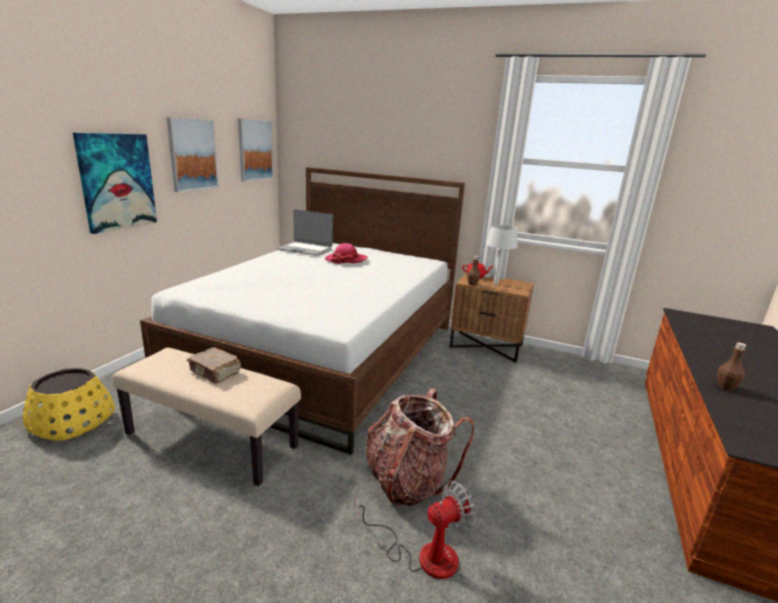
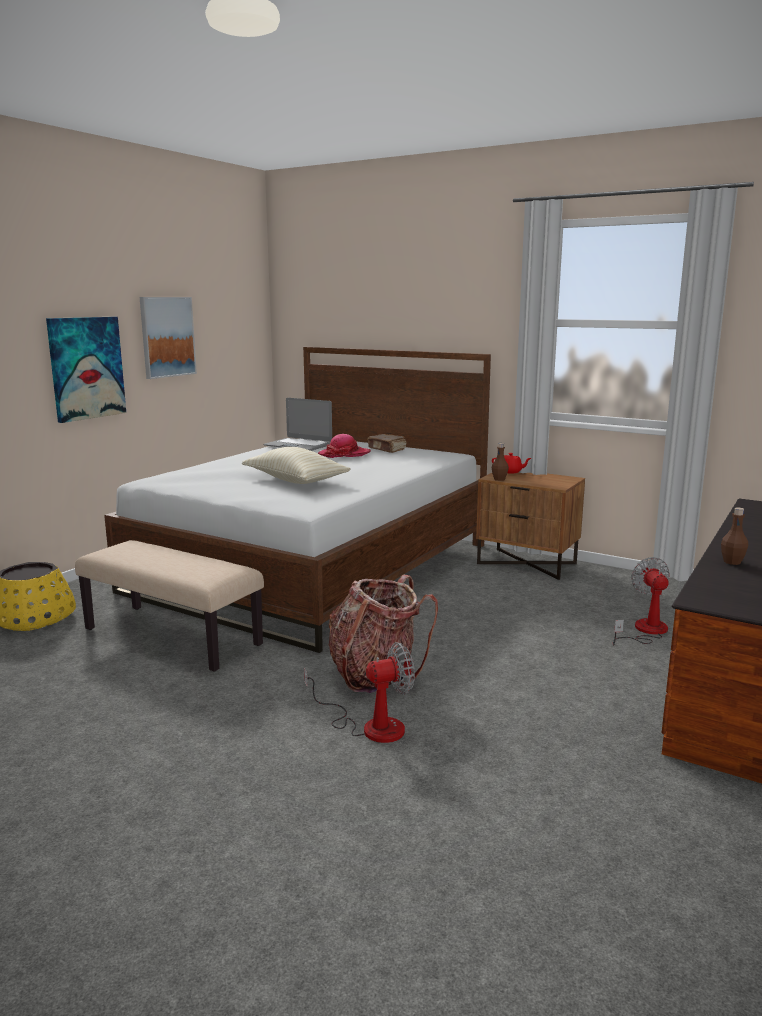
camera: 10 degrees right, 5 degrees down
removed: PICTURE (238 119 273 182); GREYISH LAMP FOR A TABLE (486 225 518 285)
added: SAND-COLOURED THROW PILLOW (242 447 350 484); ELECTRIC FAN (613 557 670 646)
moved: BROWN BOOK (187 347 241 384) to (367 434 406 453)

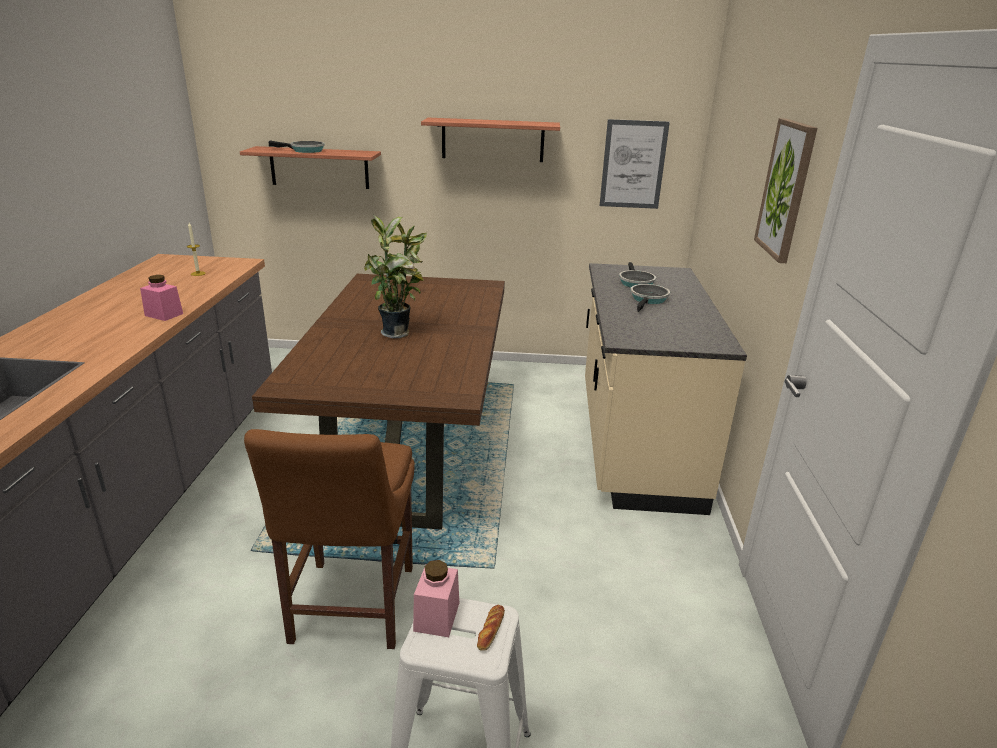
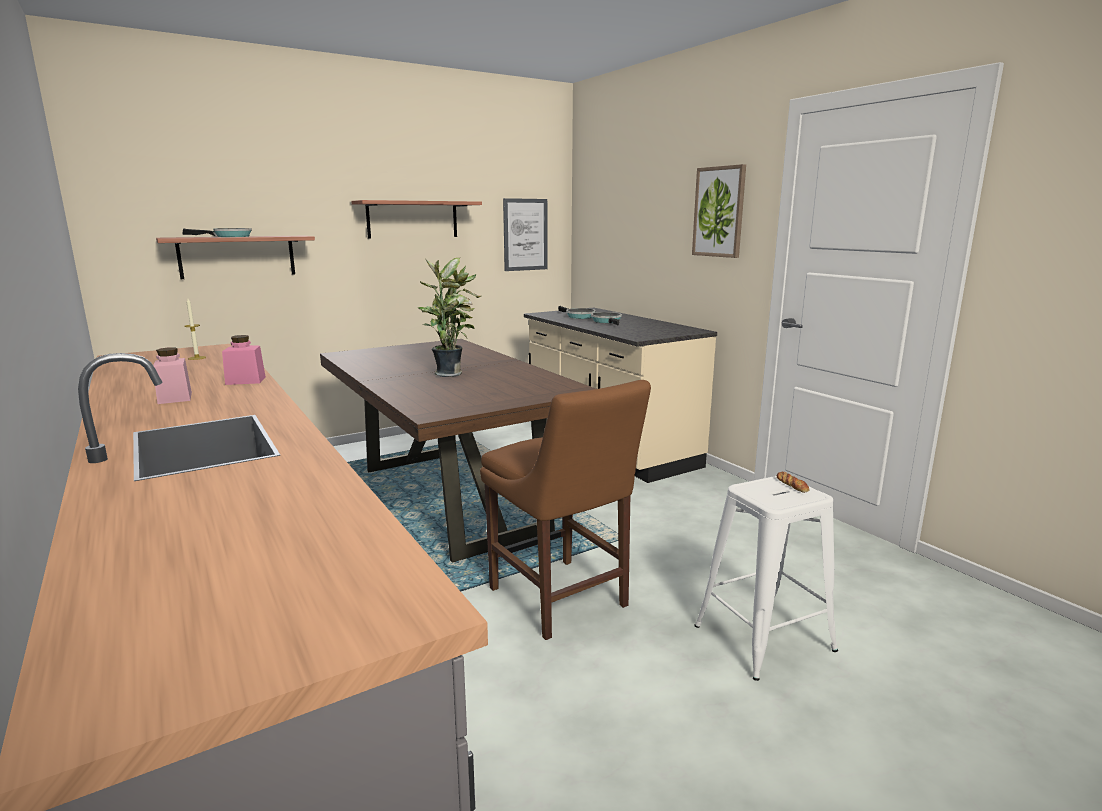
camera: 35 degrees left, 10 degrees down
moved: PINK JAR (413 560 459 637) to (153 347 192 404)

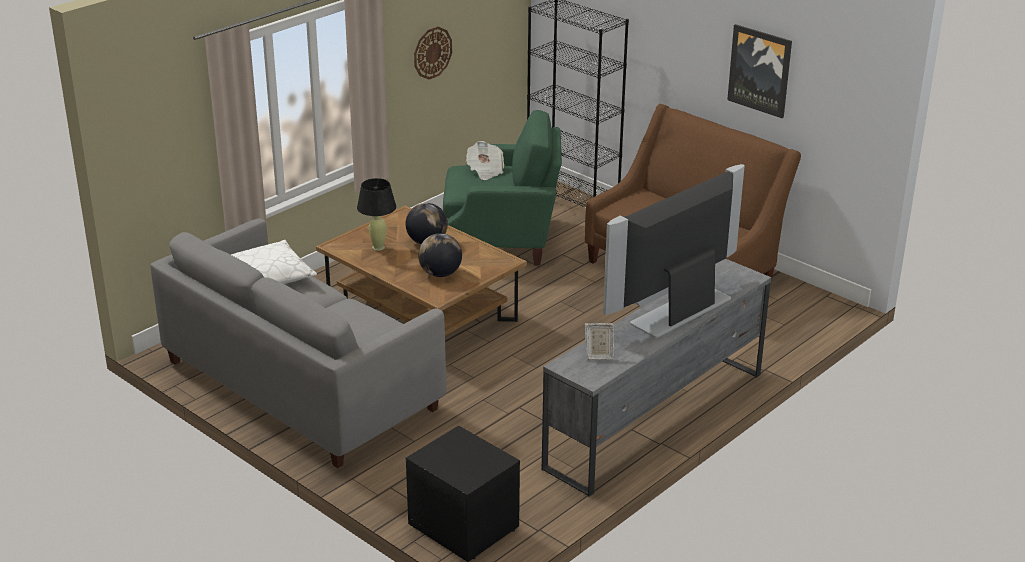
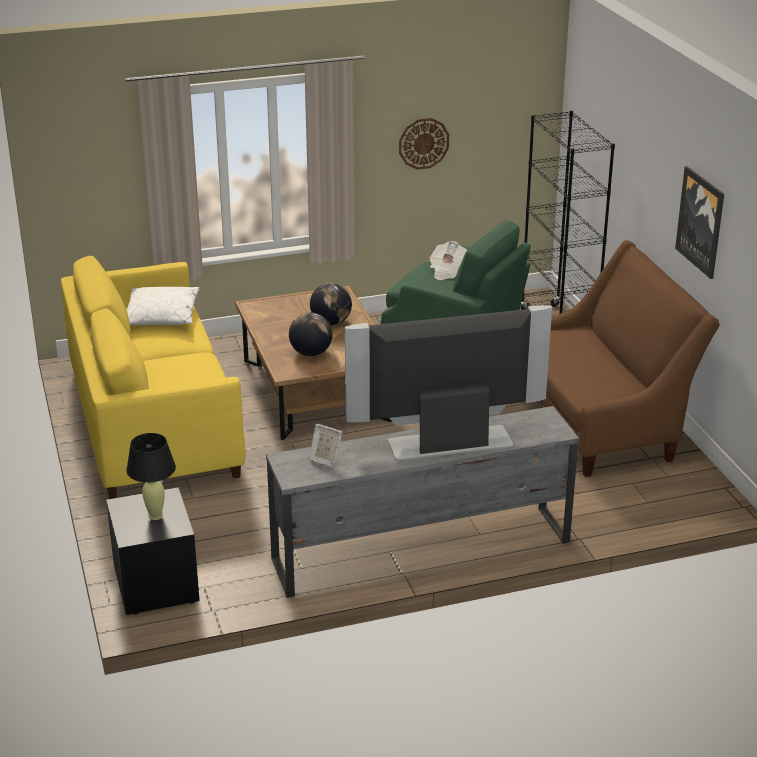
camera: 30 degrees right, 0 degrees up
moved: BLACK LAMP FOR A TABLE (357 178 396 251) to (126 433 176 520)
recoloured: GREYISH COUCH (150 218 446 468) to YELLOW COUCH (61 256 246 499)

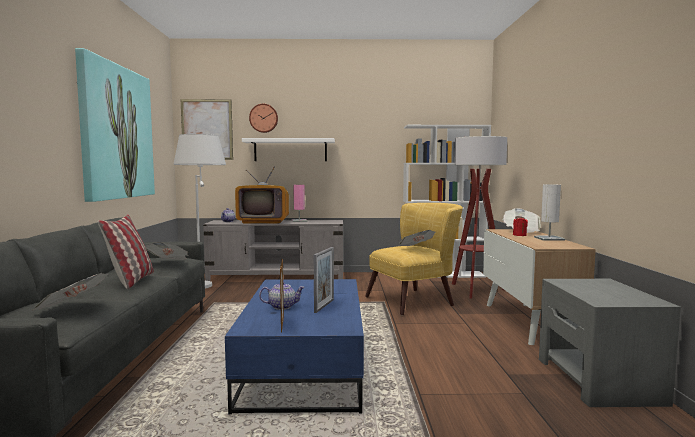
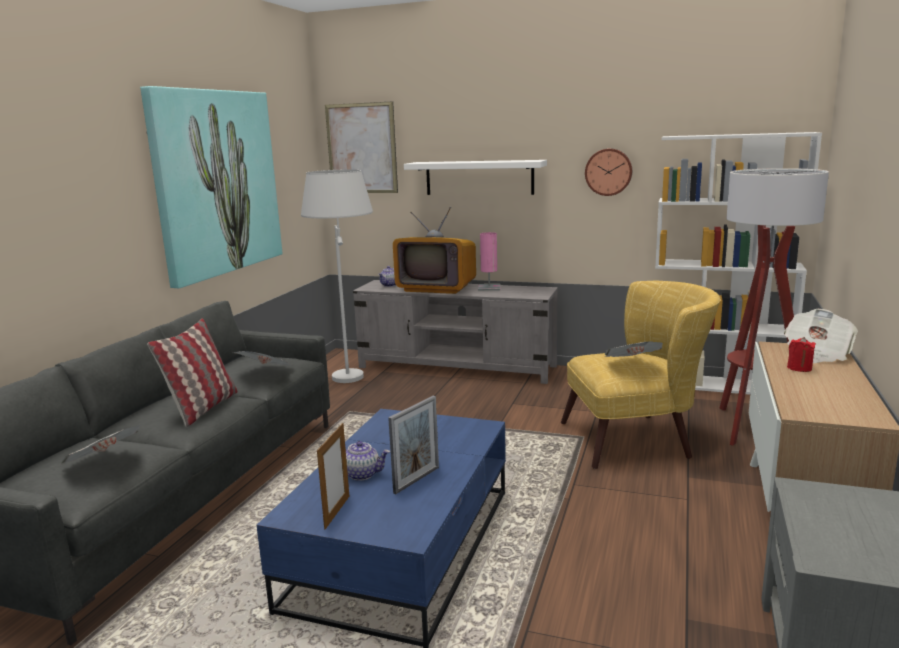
camera: 20 degrees right, 10 degrees up
removed: WHITE-COLOURED LAMP FOR A TABLE (534 184 565 241)
moved: WALL CLOCK (249 104 278 133) to (585 149 632 196)

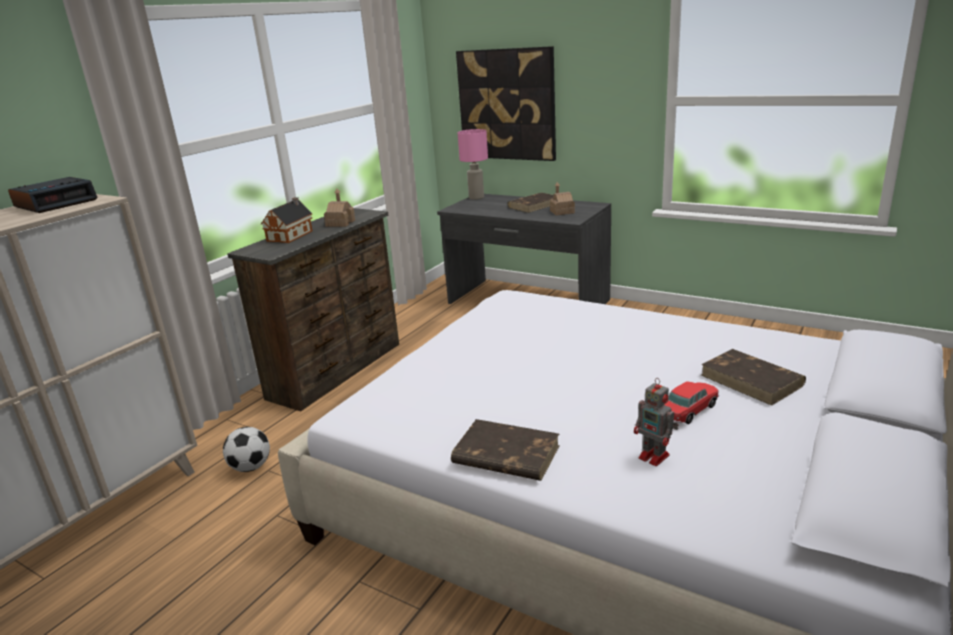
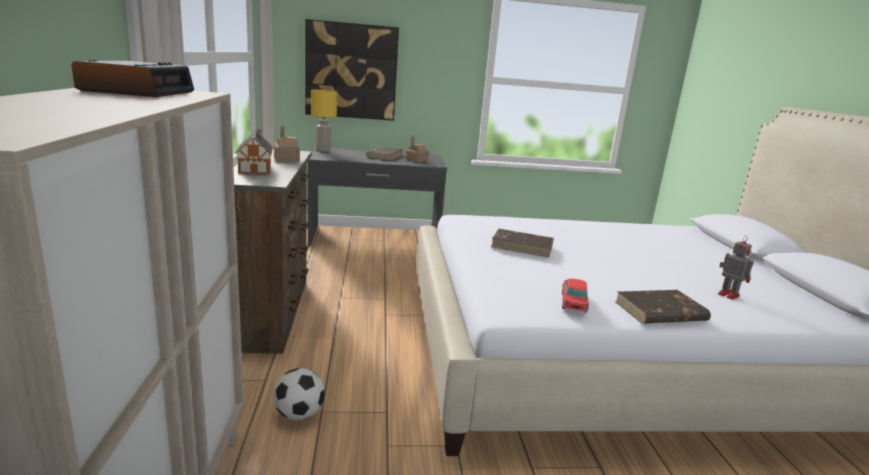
camera: 40 degrees left, 5 degrees down
moved: BROWN BOOK (701 349 806 406) to (491 229 554 257); TOY CAR (664 381 719 424) to (562 279 589 313)
recoloured: PINK LAMP FOR A TABLE (457 129 488 200) to YELLOW LAMP FOR A TABLE (311 90 337 152)
turned: MODEL ROBOT (634 378 678 466) = (718 236 754 300) 135 degrees counterclockwise

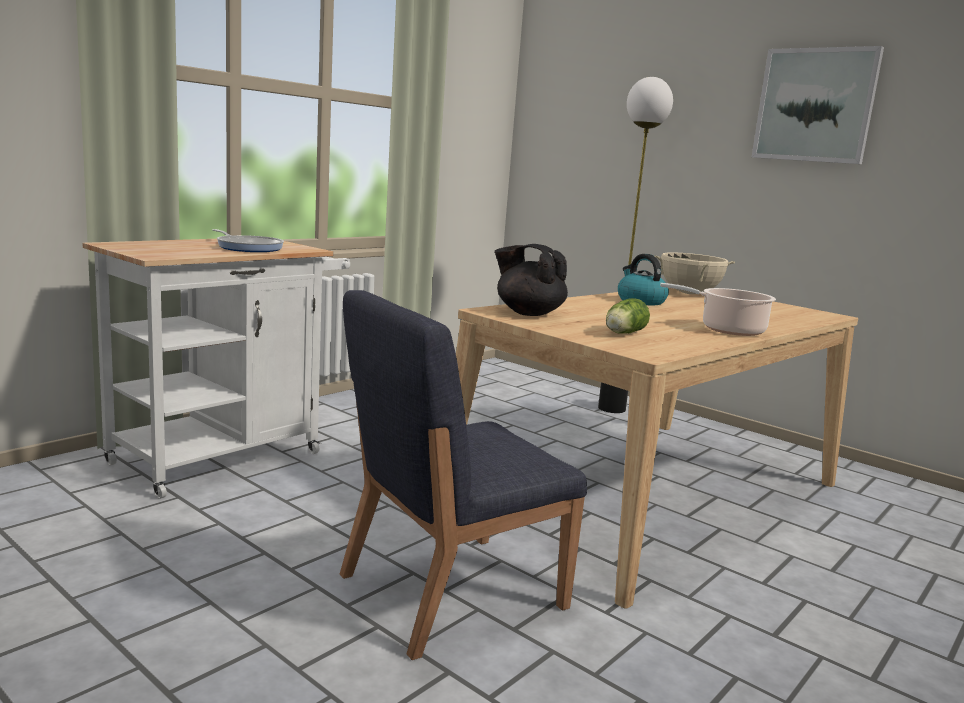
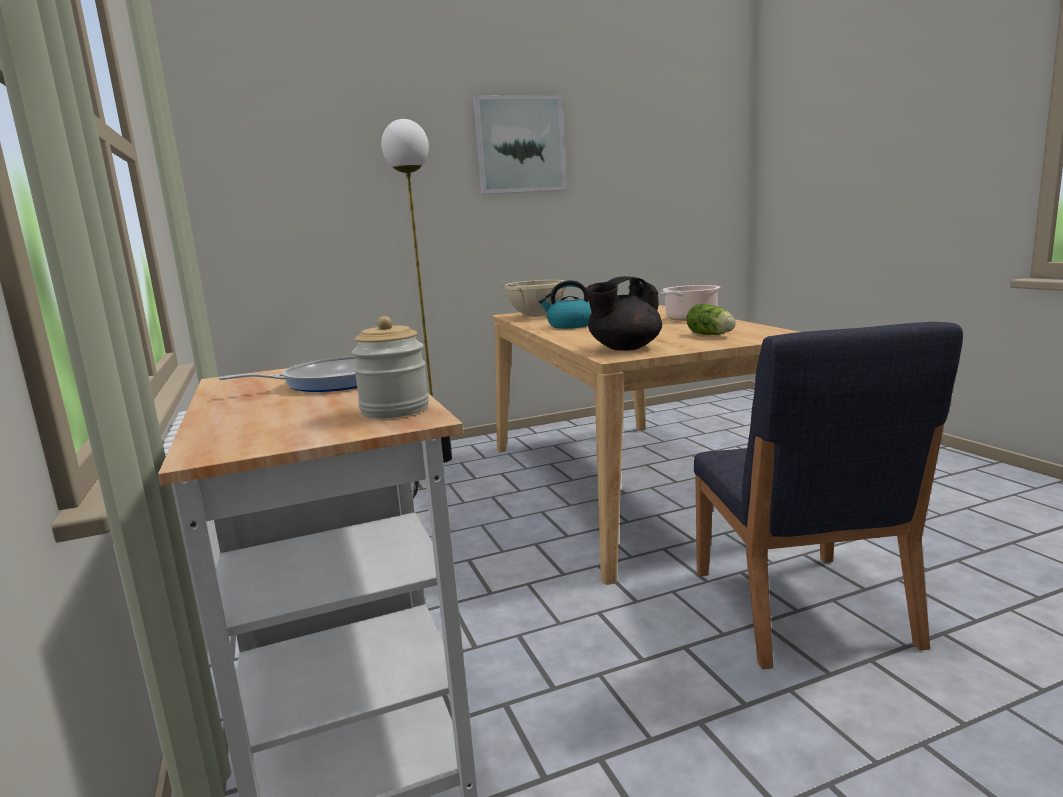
camera: 60 degrees left, 0 degrees up
added: JAR (352 316 429 418)

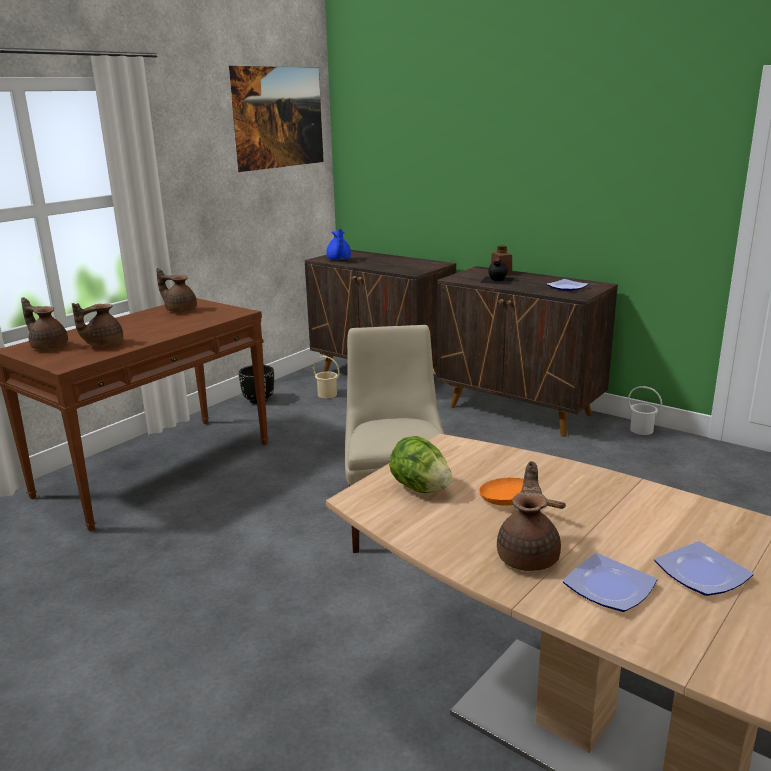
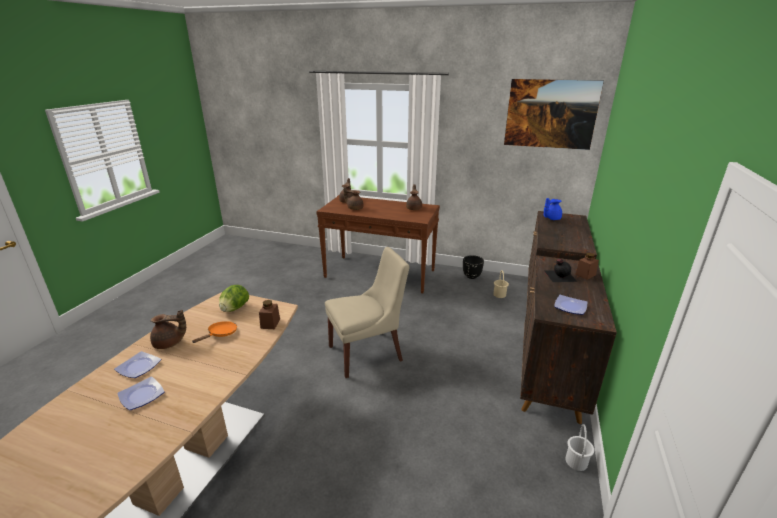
camera: 70 degrees right, 5 degrees up
added: BROWN JAR (259 300 280 329)

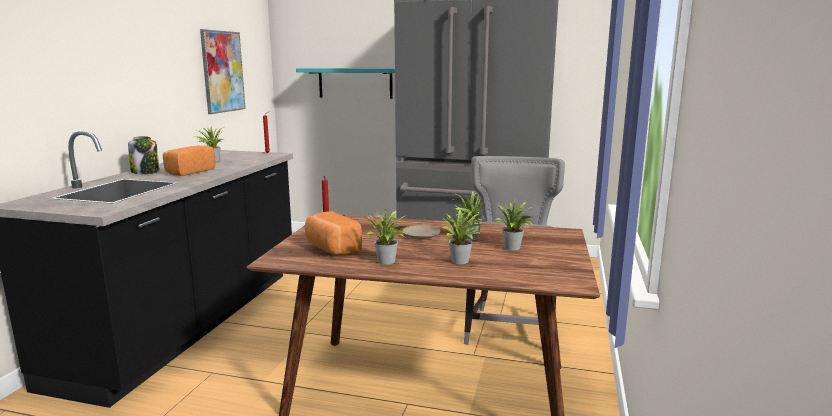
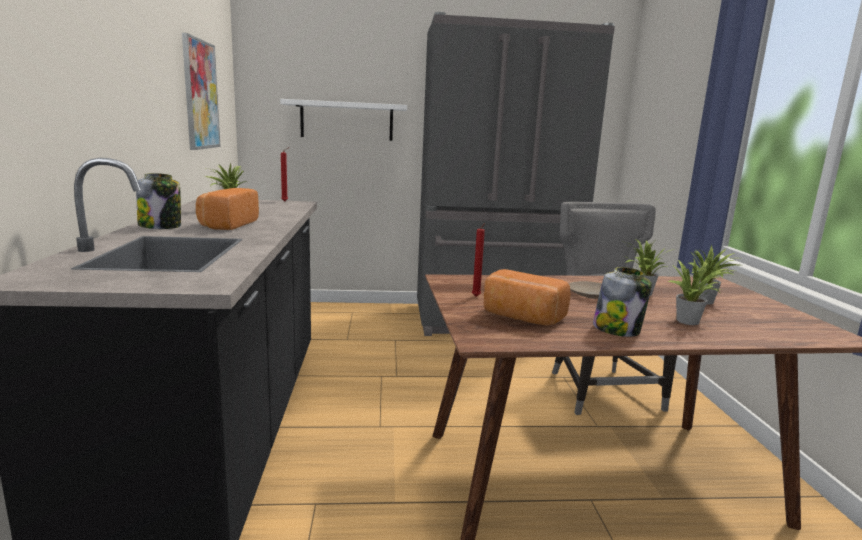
camera: 20 degrees left, 0 degrees up
replaced: PLANT IN A POT (366 210 408 265) to JAR (593 267 652 337)
recoloured: BLUE-GREEN WALL SHELF (296 68 395 99) to WHITE-COLOURED WALL SHELF (280 99 407 141)

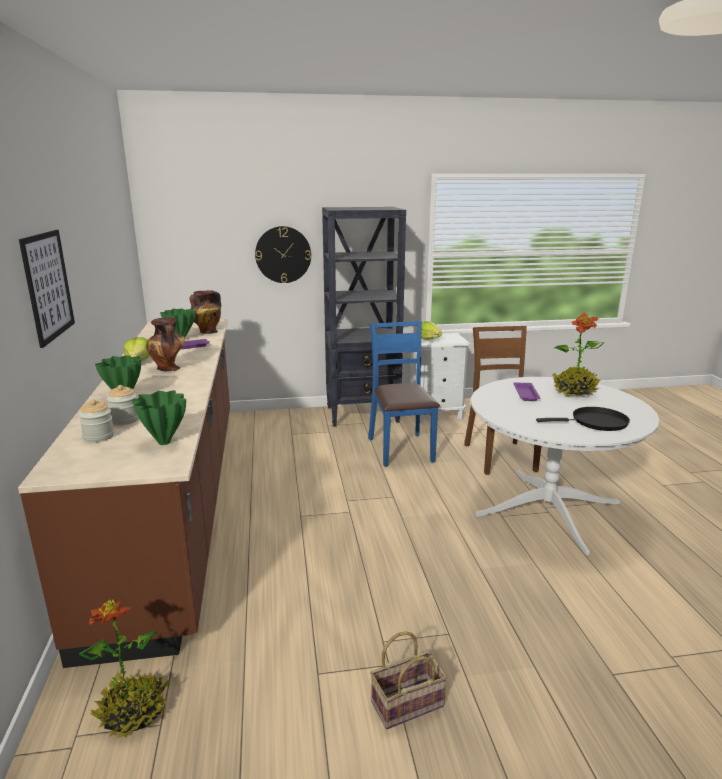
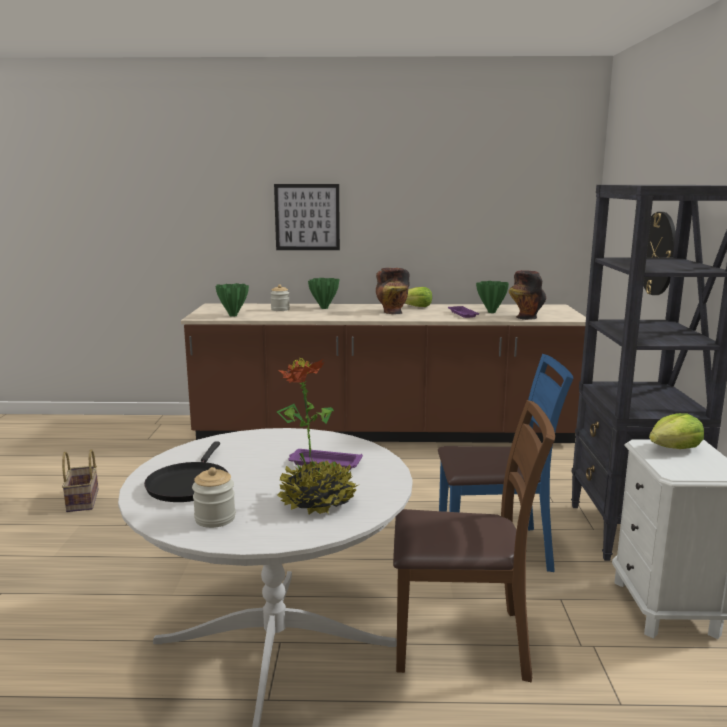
camera: 100 degrees right, 5 degrees down
removed: PLANT IN A POT (79 599 170 738)
moved: JAR (79 399 114 443) to (192 467 236 528)

